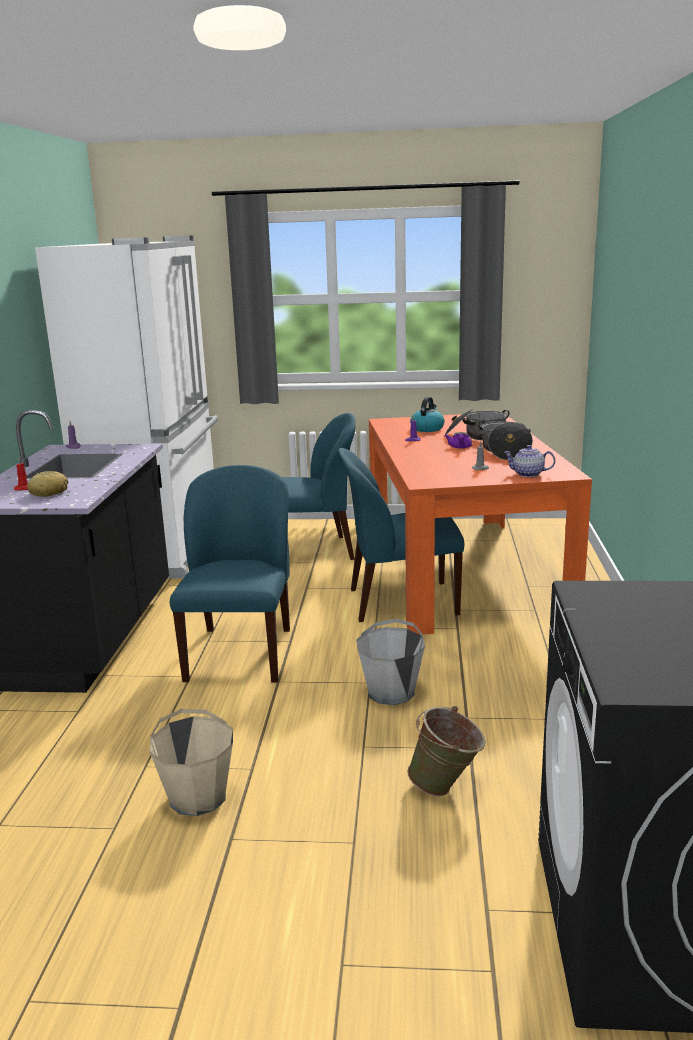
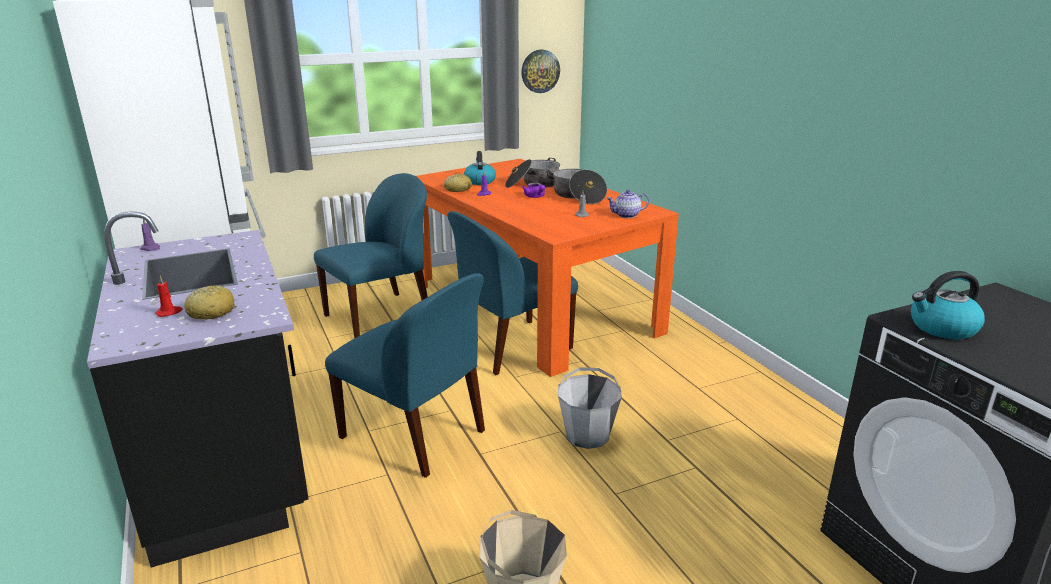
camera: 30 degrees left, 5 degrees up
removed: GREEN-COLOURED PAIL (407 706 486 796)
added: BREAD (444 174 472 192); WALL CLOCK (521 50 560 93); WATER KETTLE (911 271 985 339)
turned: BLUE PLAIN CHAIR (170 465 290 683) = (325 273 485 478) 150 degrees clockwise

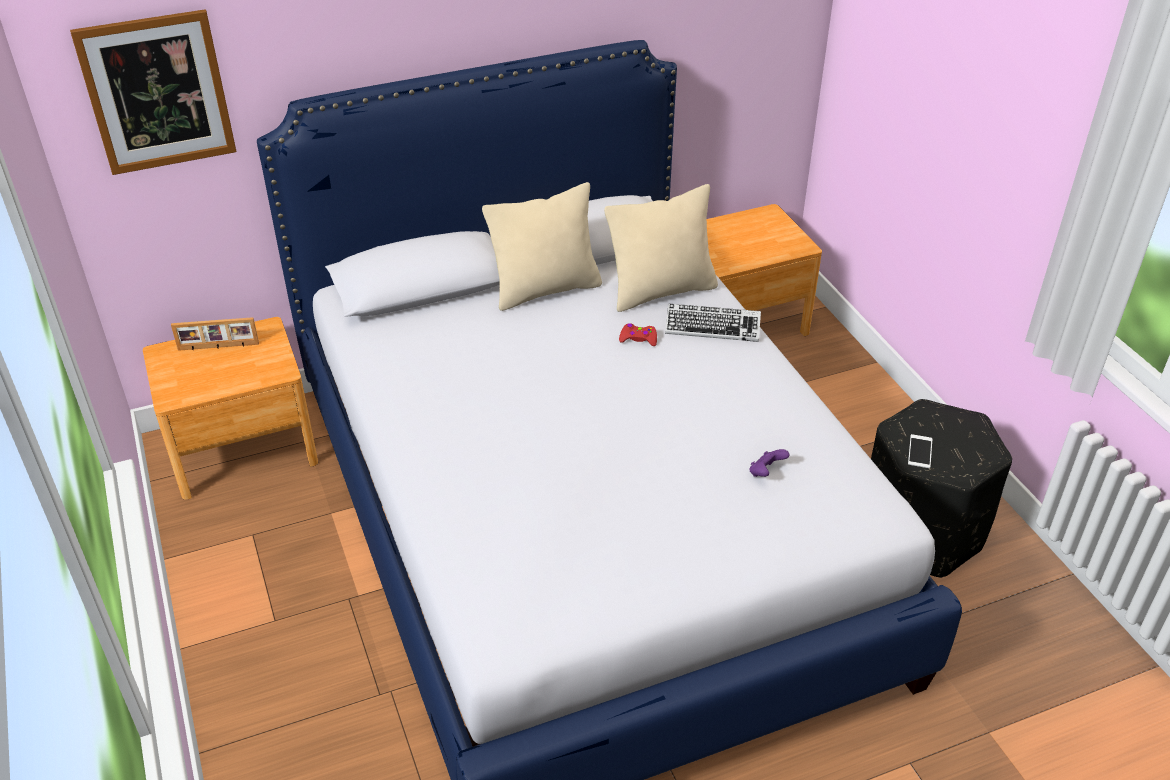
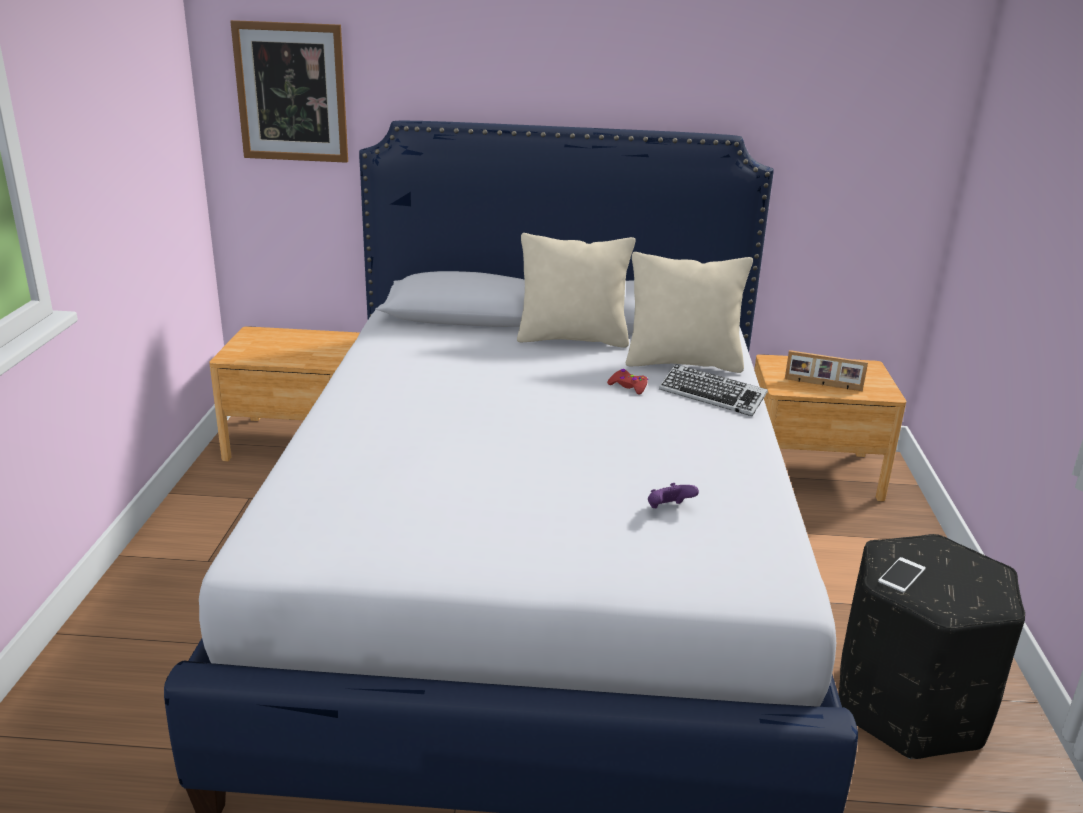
camera: 25 degrees right, 15 degrees down
moved: PHOTO FRAME (171 317 259 351) to (785 350 868 391)

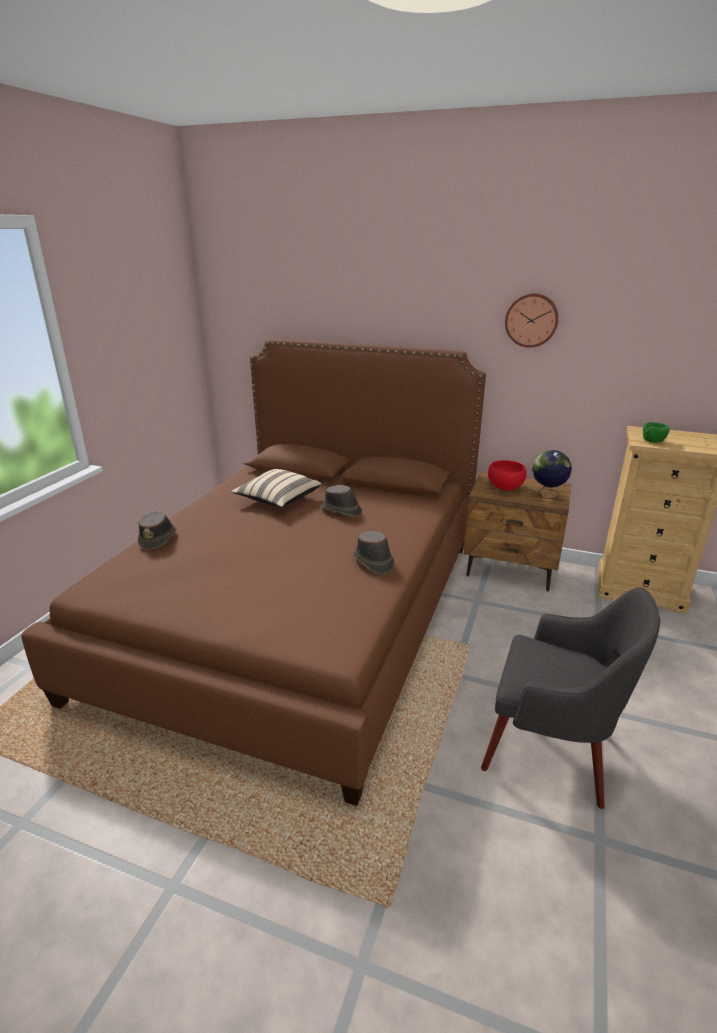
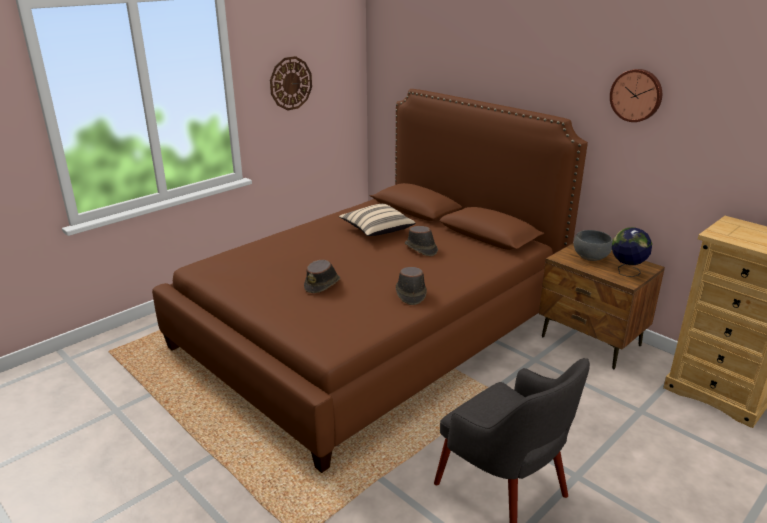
camera: 25 degrees right, 0 degrees up
removed: GREEN-COLOURED SERVING BOWL (643 422 670 443)
added: WALL CLOCK (270 56 312 110)
moved: BROWN HAT (138 511 177 550) to (304 260 340 293)
recoloured: RED SERVING BOWL (488 460 527 491) to GREYISH SERVING BOWL (574 230 613 261)

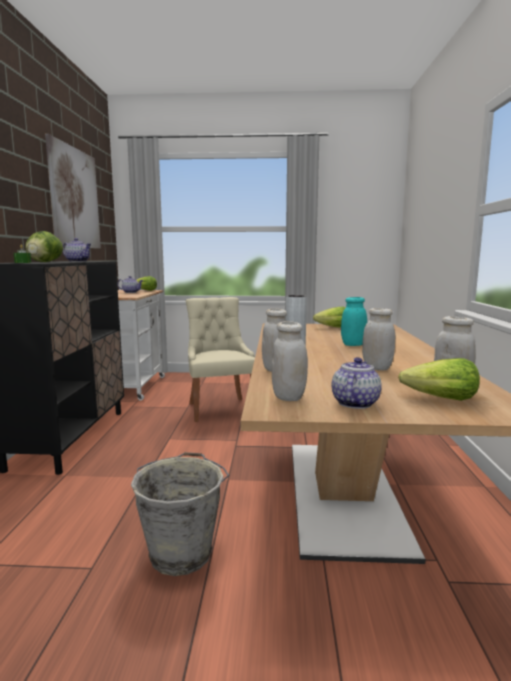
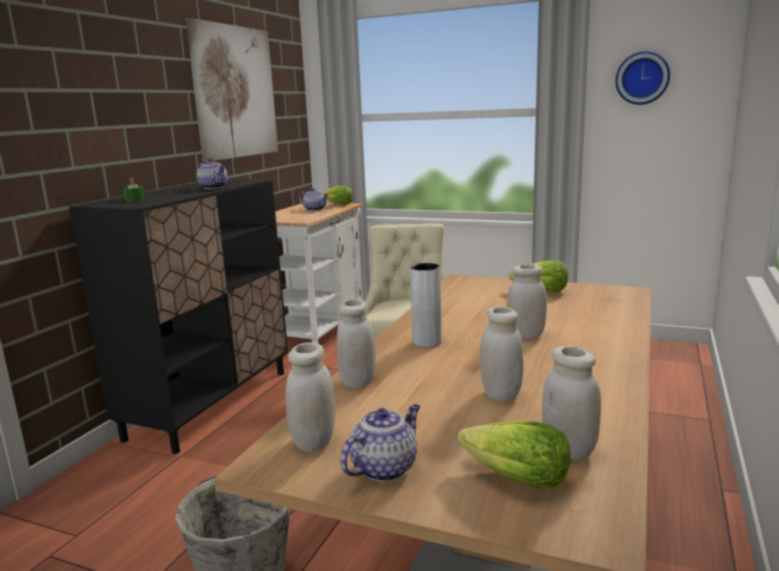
camera: 20 degrees right, 5 degrees up
removed: LETTUCE (25 231 63 262)
added: WALL CLOCK (615 51 670 105)
recoloured: BLUE-GREEN JAR (341 297 367 346) to WHITE-COLOURED JAR (507 265 547 339)

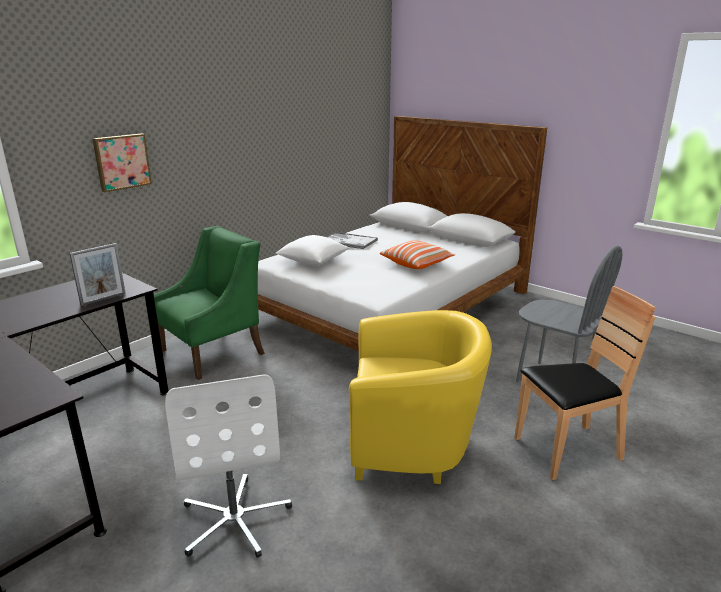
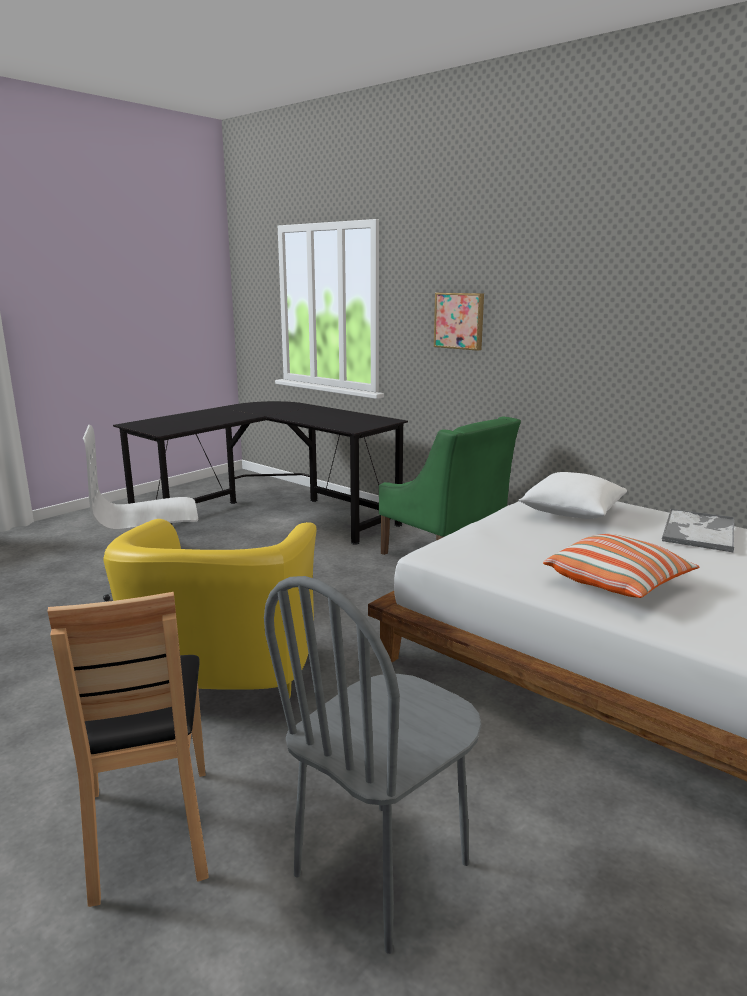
camera: 90 degrees right, 5 degrees down
removed: PHOTO FRAME (69 243 126 306)

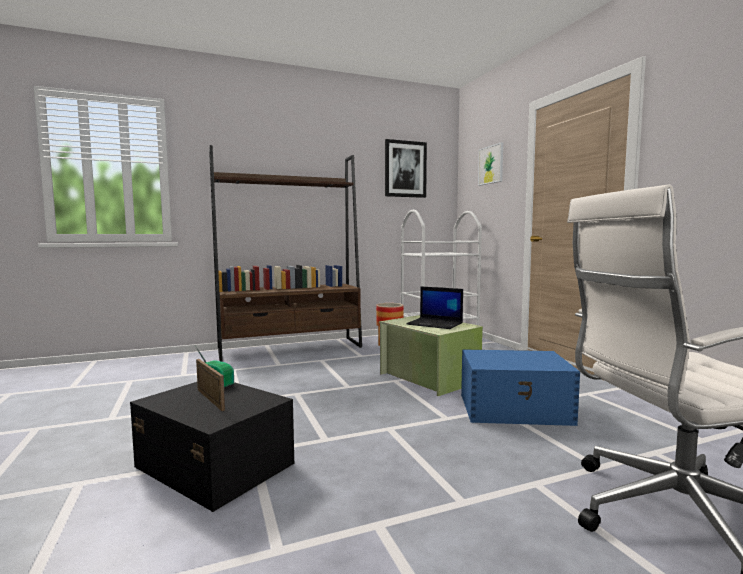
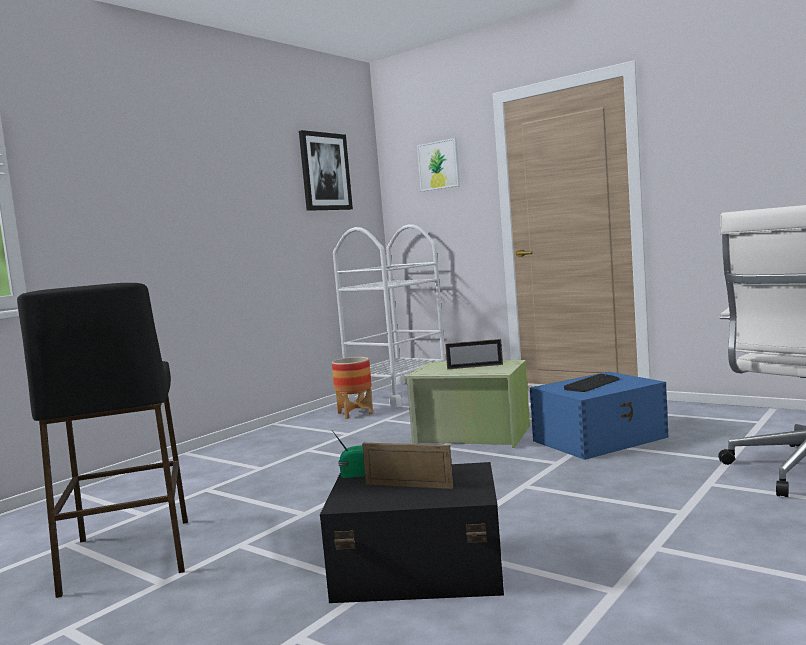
camera: 30 degrees left, 0 degrees up
removed: BROWN BOOKCASE (209 145 362 362)
added: BLACK STOOL SEAT (17 283 188 598); COMPUTER KEYBOARD (564 374 619 392)
replaced: NOTEBOOK COMPUTER (406 286 463 329) to PHOTO FRAME (445 339 503 369)

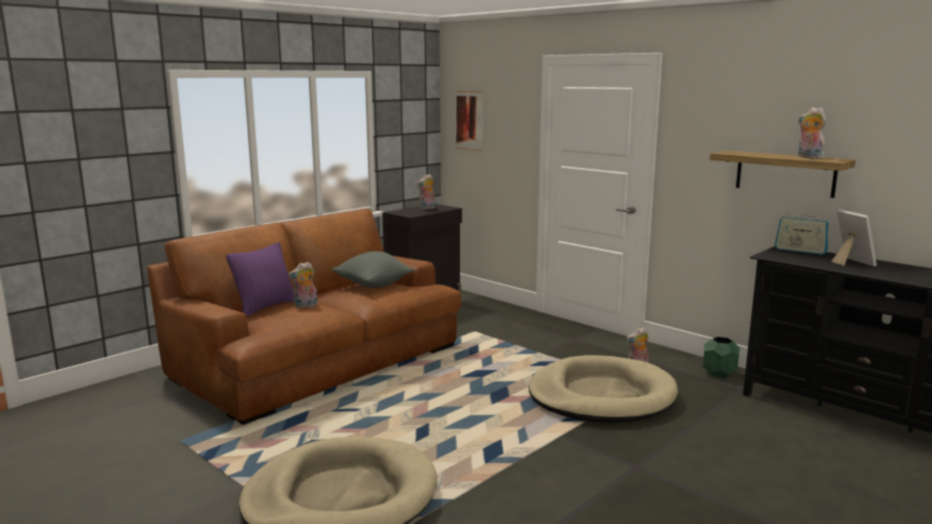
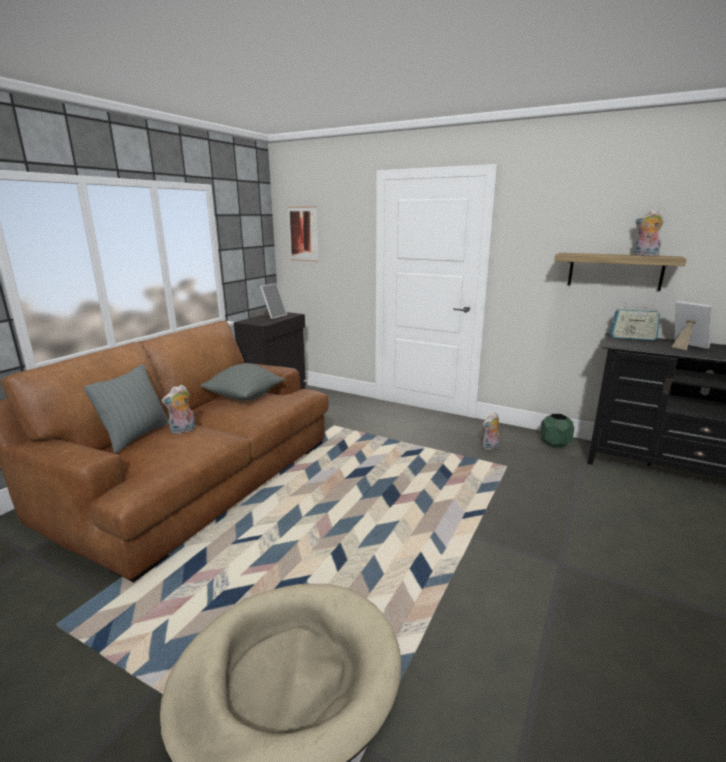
camera: 15 degrees left, 5 degrees up
removed: SAND-COLOURED DOG CUSHION (528 355 678 423)
replaced: CUDDLY TOY (417 174 436 210) to PHOTO FRAME (260 283 287 319)
recoloured: PURPLISH THROW PILLOW (226 242 294 316) to GREYISH THROW PILLOW (84 364 169 453)

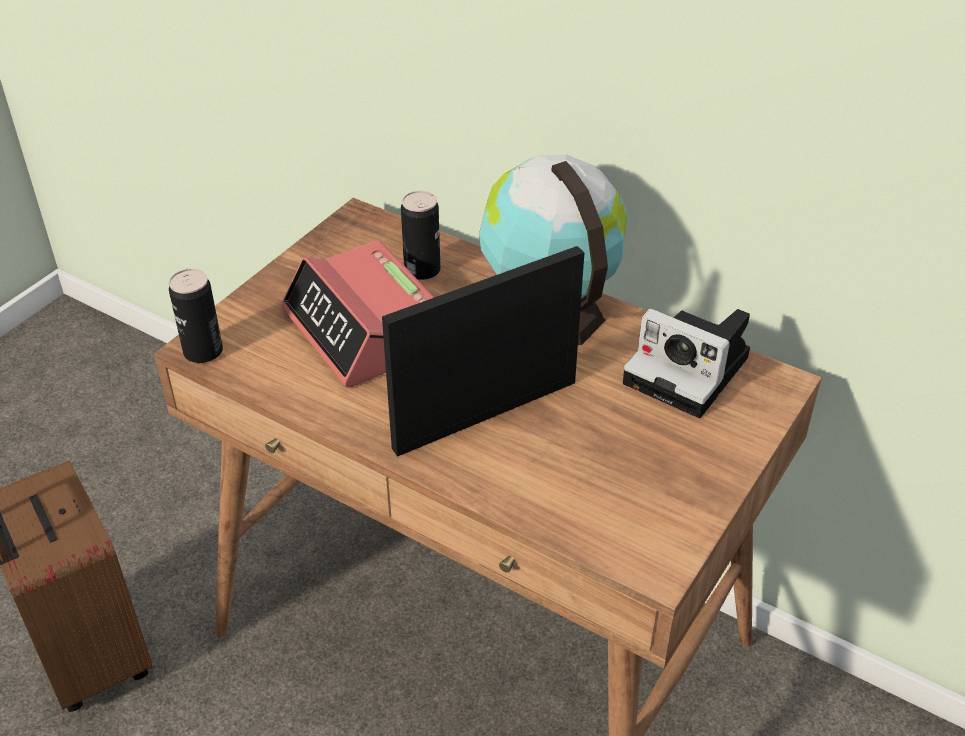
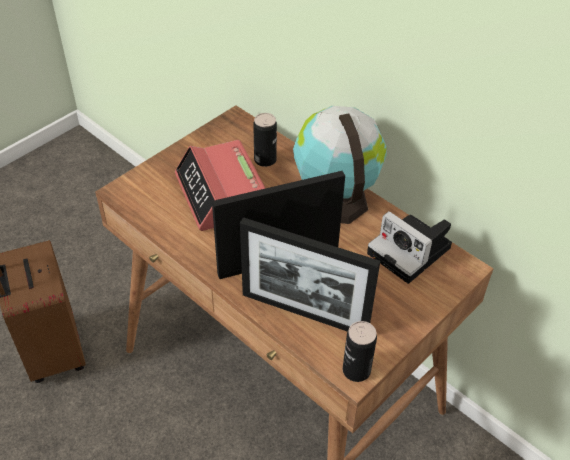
camera: 10 degrees right, 5 degrees up
added: PHOTO FRAME (240 217 380 332)
moved: SEALED CAN (169 268 223 363) to (343 321 377 382)

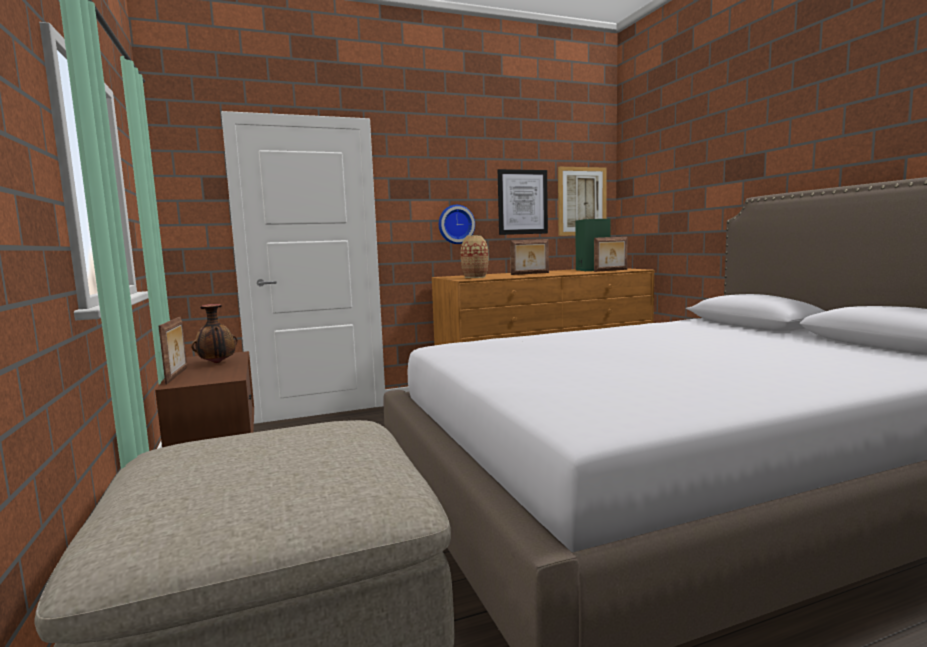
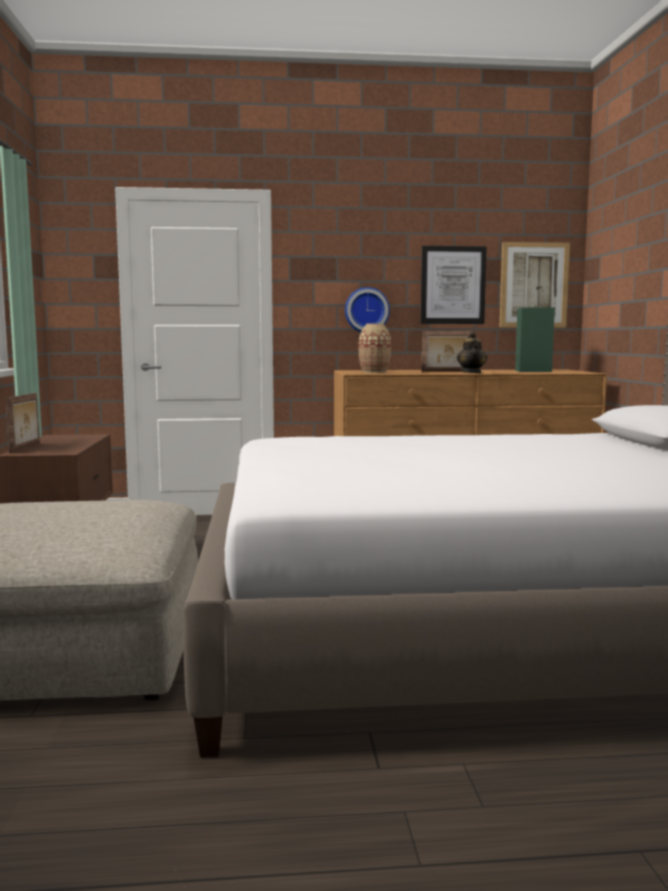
camera: 15 degrees right, 0 degrees up
removed: VASE (191 304 238 363); PHOTO FRAME (594 237 627 272)
added: TEA POT (456 332 487 373)

